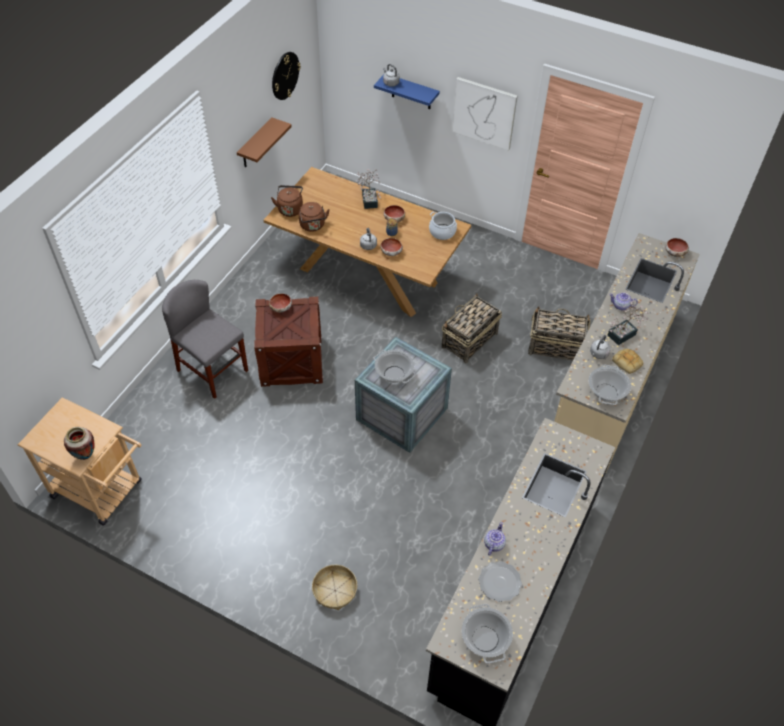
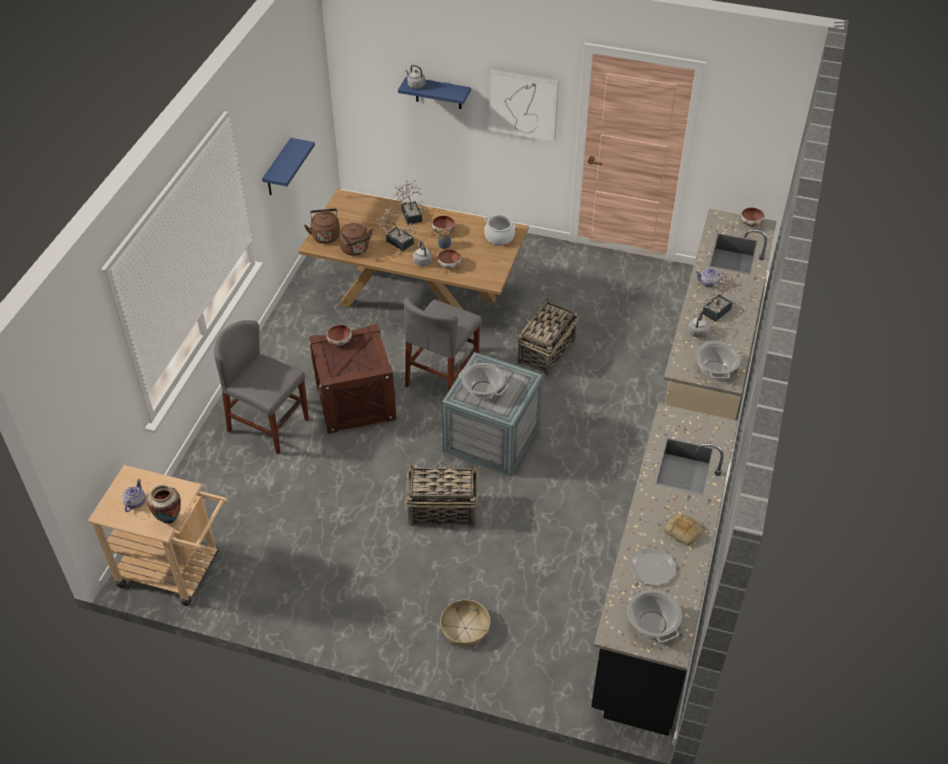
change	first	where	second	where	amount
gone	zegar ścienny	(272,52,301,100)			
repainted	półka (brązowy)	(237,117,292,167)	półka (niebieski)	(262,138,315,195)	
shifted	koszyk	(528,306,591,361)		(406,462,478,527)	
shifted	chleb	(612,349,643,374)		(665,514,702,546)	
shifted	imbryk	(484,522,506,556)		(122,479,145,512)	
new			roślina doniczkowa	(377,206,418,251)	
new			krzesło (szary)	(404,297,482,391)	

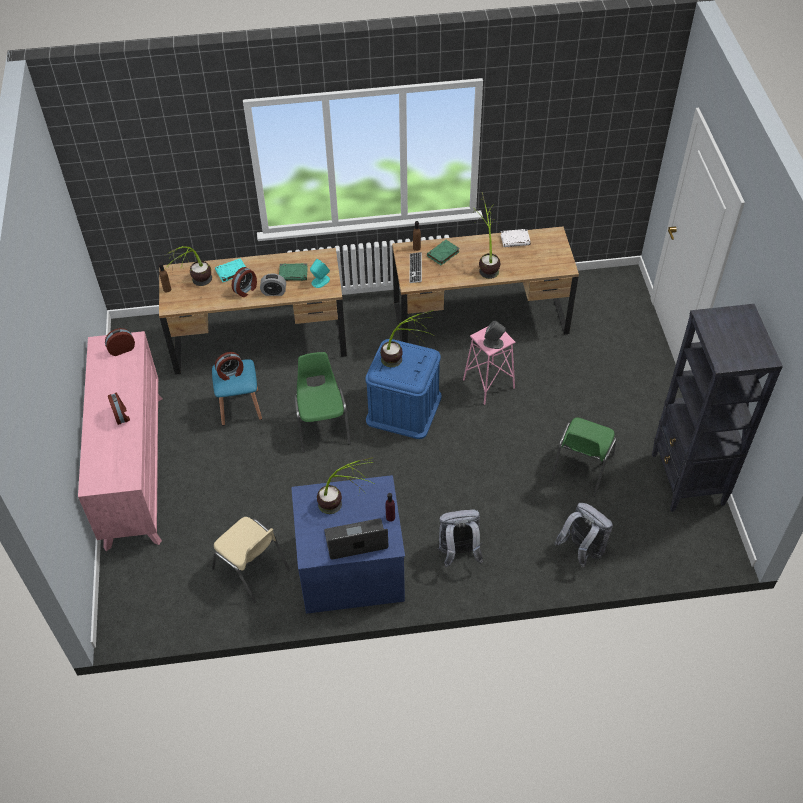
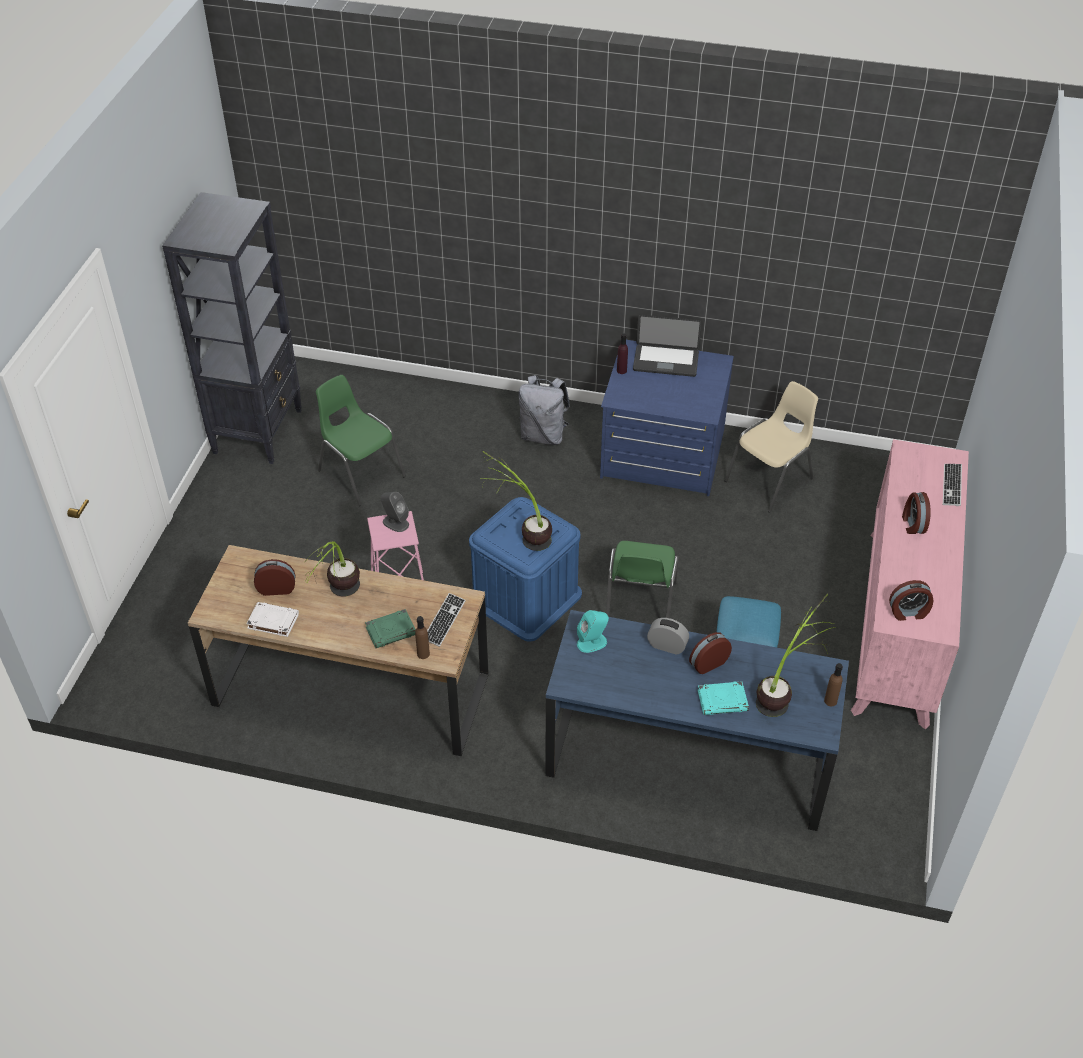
change	first	where	second	where	amount
repainted	biurko (brązowy)	(159,248,347,375)	biurko (niebieski)	(545,610,849,831)	
gone	książka (zielony)	(279,263,308,281)			
shifted	budzik	(215,352,243,381)		(254,559,295,596)	
rotated	krzesło (zielony)	(551,418,617,496)		(316,375,406,506)	90 degrees counterclockwise
gone	roślina doniczkowa	(317,457,375,514)			
gone	plecak (szary)	(555,503,613,568)			
rotated	krzesło (beżowy)	(212,517,290,603)		(725,381,818,513)	75 degrees clockwise
new			klawiatura	(943,464,962,506)	

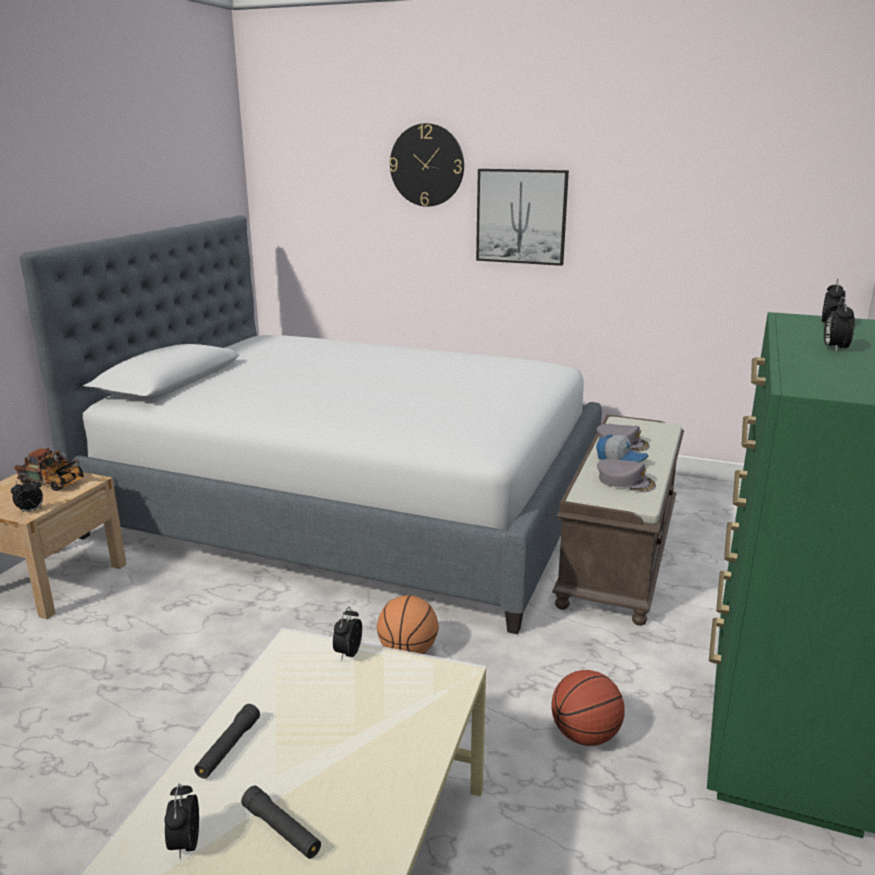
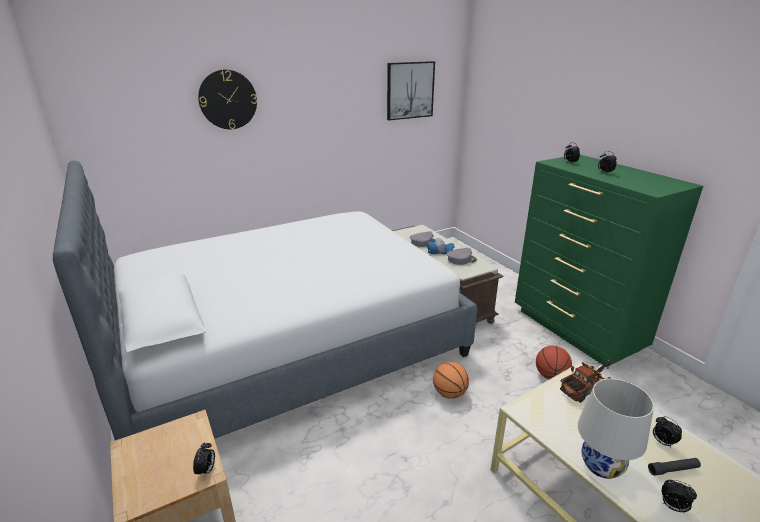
change	first	where	second	where	amount
shifted	obraz	(476,169,569,266)		(387,61,435,120)	
shifted	ciężarówka zabawkowa	(14,448,84,491)		(560,359,611,403)	
shifted	budzik	(333,607,362,661)		(653,416,682,448)	
swapped	latarka (czarny)	(194,704,260,779)	lampa stołowa (biały)	(578,378,654,479)	

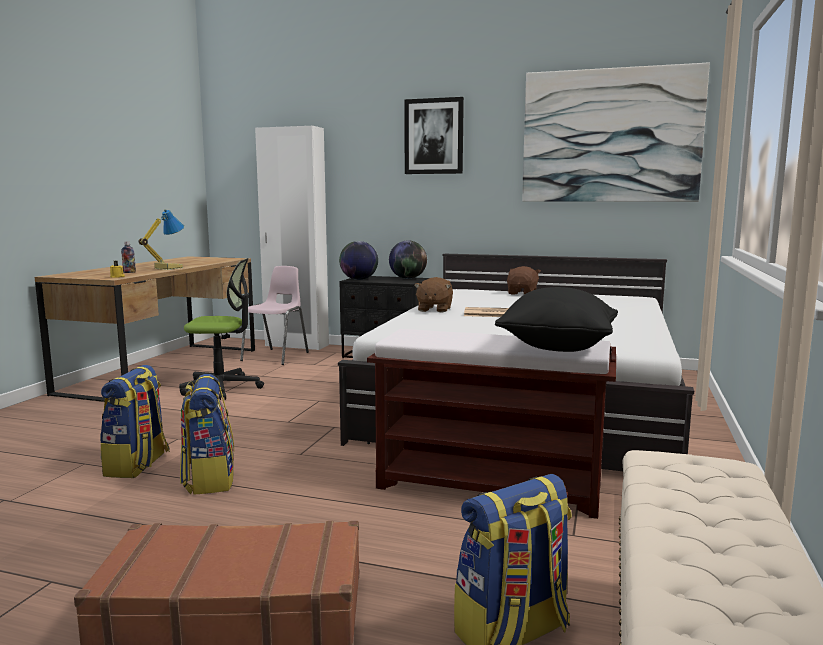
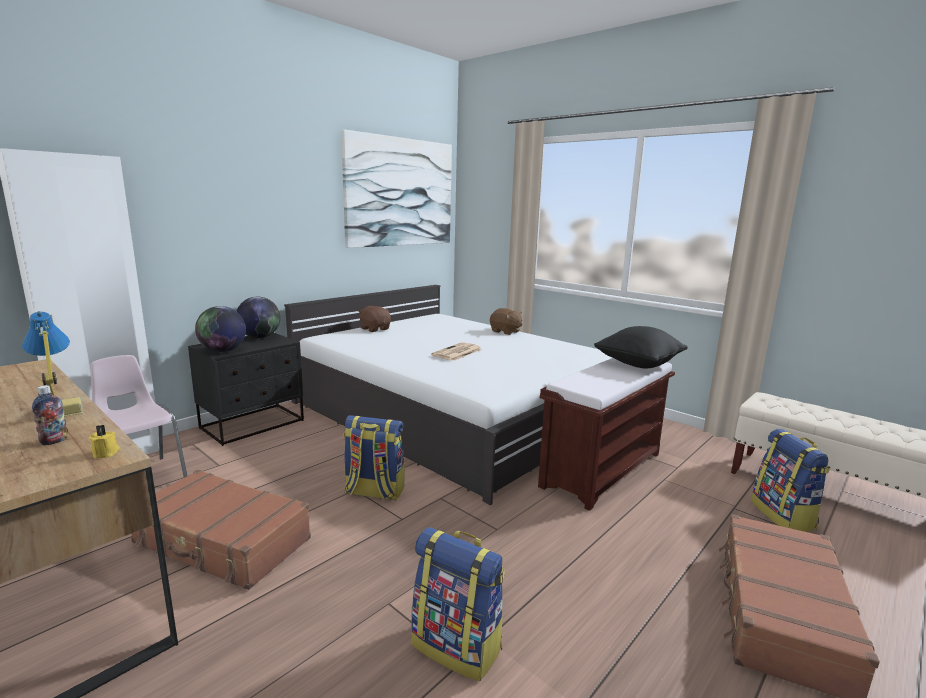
change	first	where	second	where	amount
gone	obraz	(405,97,464,174)			
swapped	krzesło biurowe	(179,258,264,400)	walizka (brązowy)	(131,469,311,590)	
shifted	pluszak (brązowy)	(414,277,453,312)		(490,308,522,335)	
shifted	plecak	(180,374,234,495)		(343,415,405,501)	

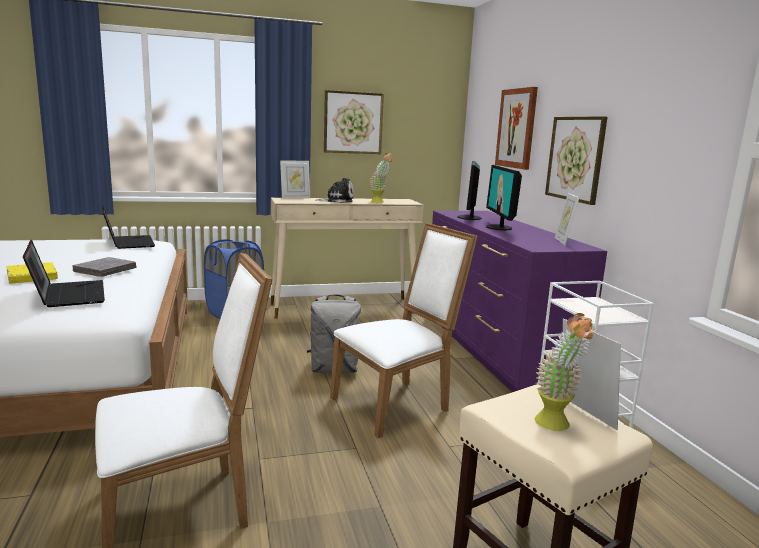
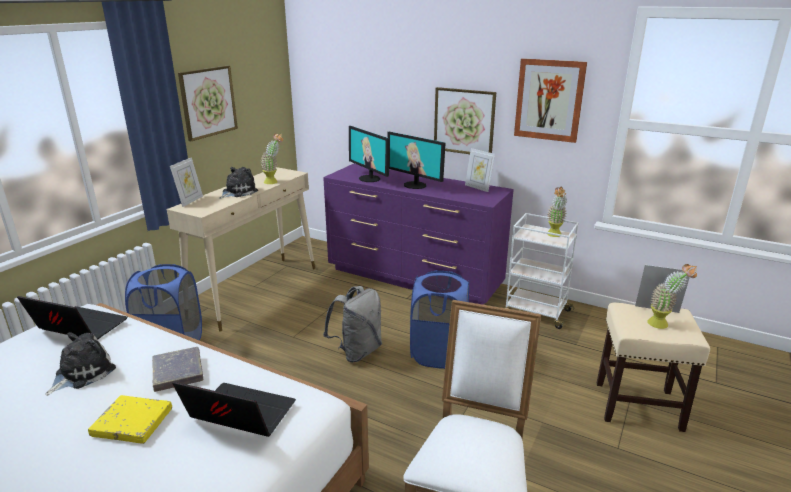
change	first	where	second	where	amount
shifted	obraz	(495,87,538,170)		(514,58,587,143)	
swapped	krzesło (biały)	(330,223,478,438)	kosz na pranie (niebieski)	(410,270,469,369)	
new			roślina doniczkowa	(547,187,567,237)	
new			pluszak	(45,332,116,396)	

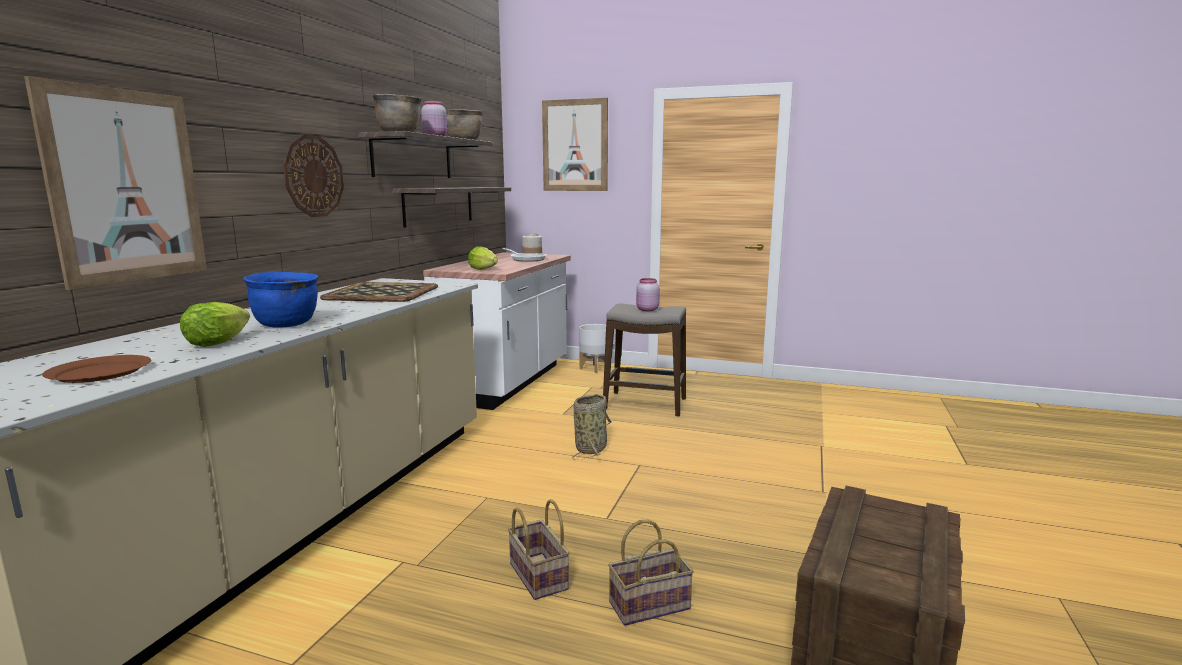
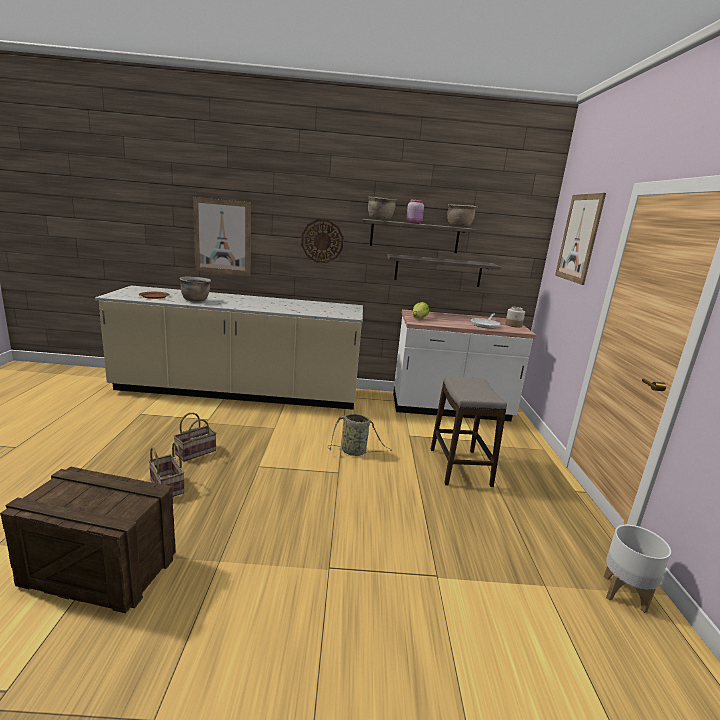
change	first	where	second	where	amount
gone	garnek (niebieski)	(244,272,319,327)			
gone	słoik (różowy)	(636,278,660,311)			
gone	taca	(320,282,438,302)			
swapped	sałata	(180,302,250,347)	garnek (brązowy)	(179,276,211,302)	
shifted	donica (biały)	(580,324,606,373)		(604,525,671,613)	

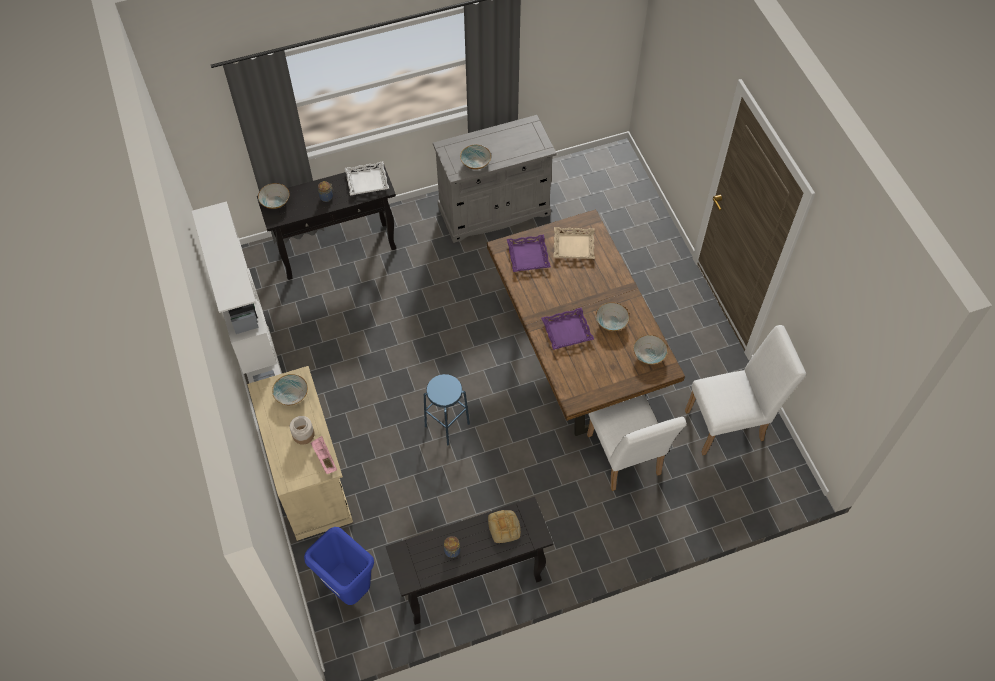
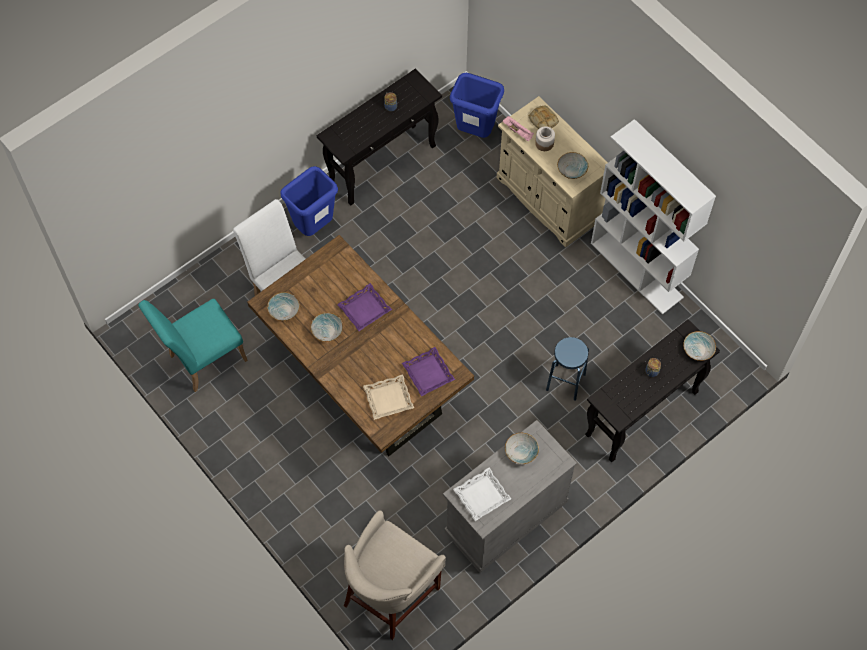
change	first	where	second	where	amount
shifted	taca (biały)	(345,161,389,195)		(453,468,511,521)	
repainted	krzesło (biały)	(685,325,806,455)	krzesło (turkusowy)	(138,299,248,392)	
shifted	stołek (niebieski)	(424,374,470,445)		(546,337,589,401)	
shifted	chleb	(488,510,521,543)		(529,105,559,129)	
new			kosz na śmieci (niebieski)	(280,166,338,236)	
new			stołek (beżowy)	(344,510,446,640)	

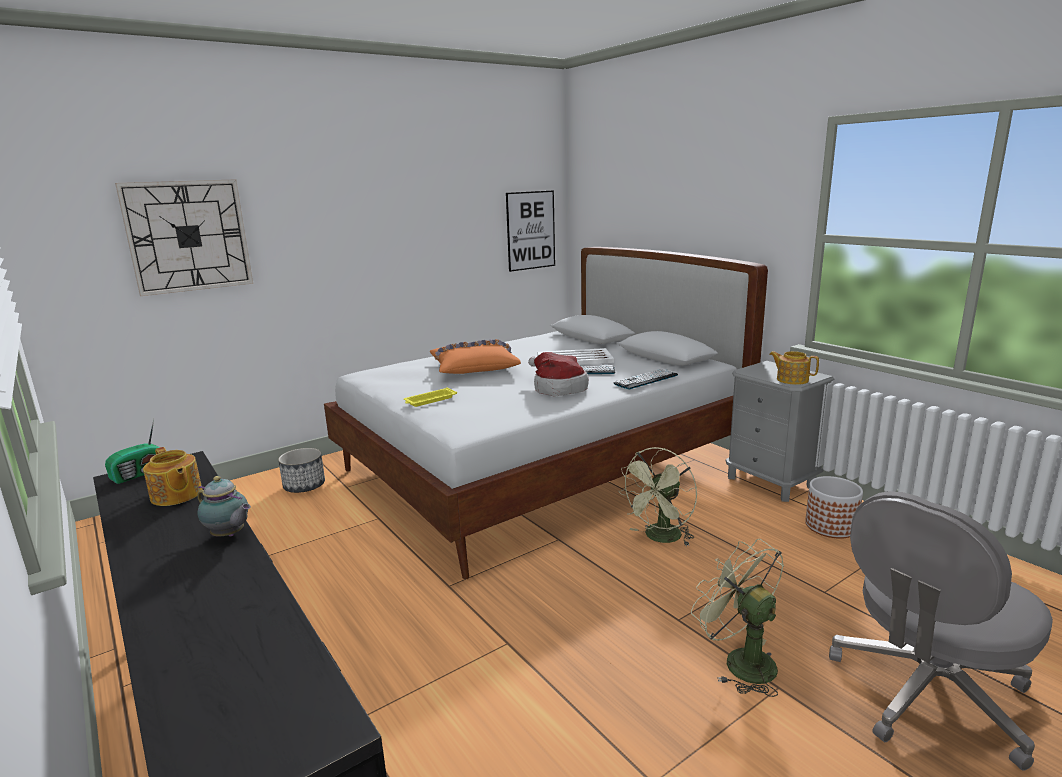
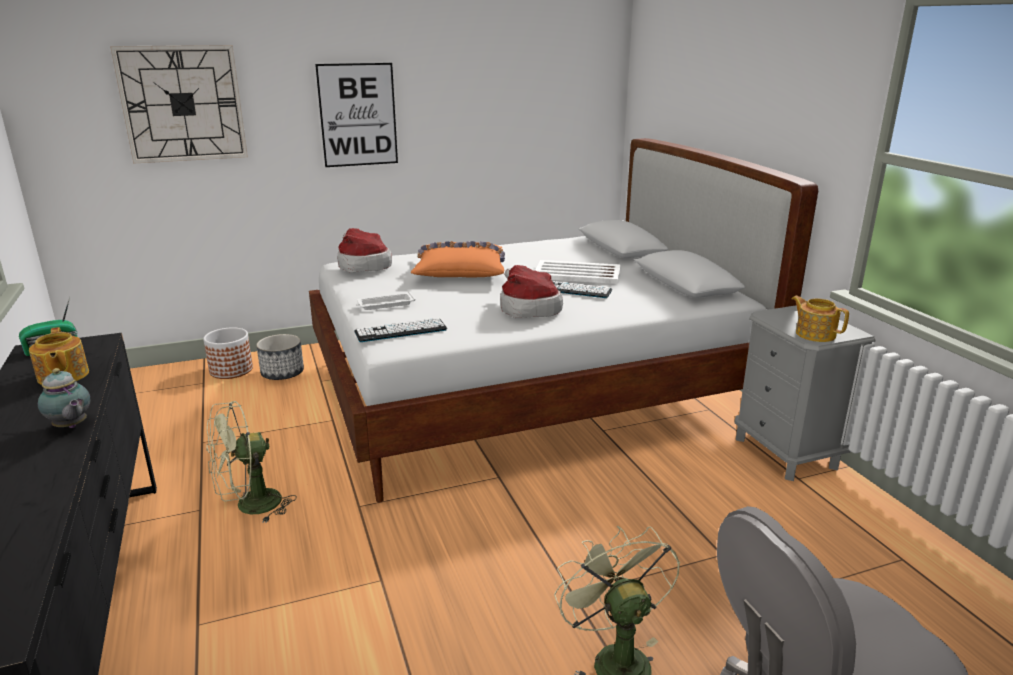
change	first	where	second	where	amount
shifted	obraz	(506,190,555,272)		(315,63,398,167)	
shifted	klawiatura	(614,368,678,389)		(354,318,447,342)	
repainted	taca (żółty)	(404,387,457,407)	taca (biały)	(356,292,416,310)	
shifted	wentylator (zielony)	(618,447,697,546)		(206,401,297,523)	
shifted	donica	(805,476,863,539)		(203,327,253,379)	
new			kapelusz	(337,228,392,273)	

